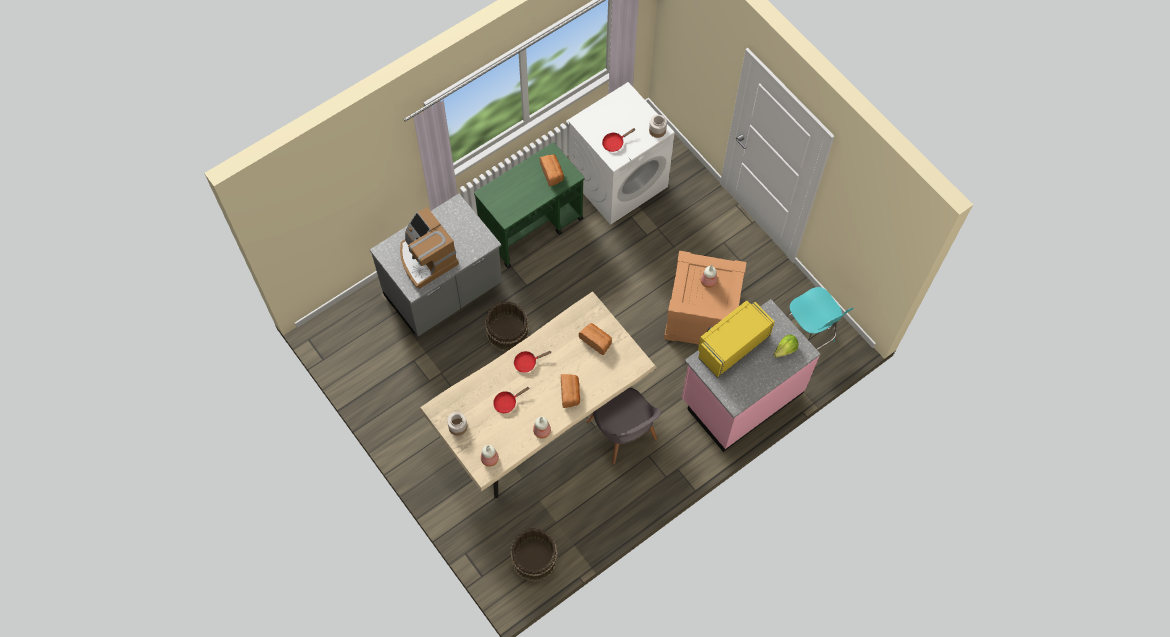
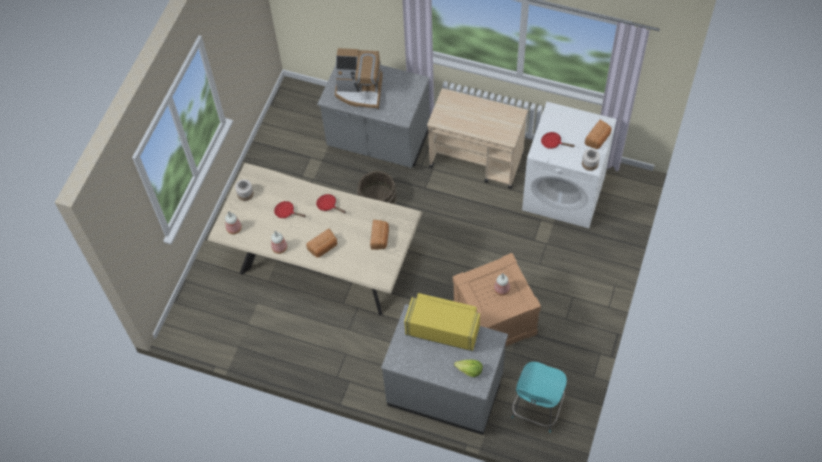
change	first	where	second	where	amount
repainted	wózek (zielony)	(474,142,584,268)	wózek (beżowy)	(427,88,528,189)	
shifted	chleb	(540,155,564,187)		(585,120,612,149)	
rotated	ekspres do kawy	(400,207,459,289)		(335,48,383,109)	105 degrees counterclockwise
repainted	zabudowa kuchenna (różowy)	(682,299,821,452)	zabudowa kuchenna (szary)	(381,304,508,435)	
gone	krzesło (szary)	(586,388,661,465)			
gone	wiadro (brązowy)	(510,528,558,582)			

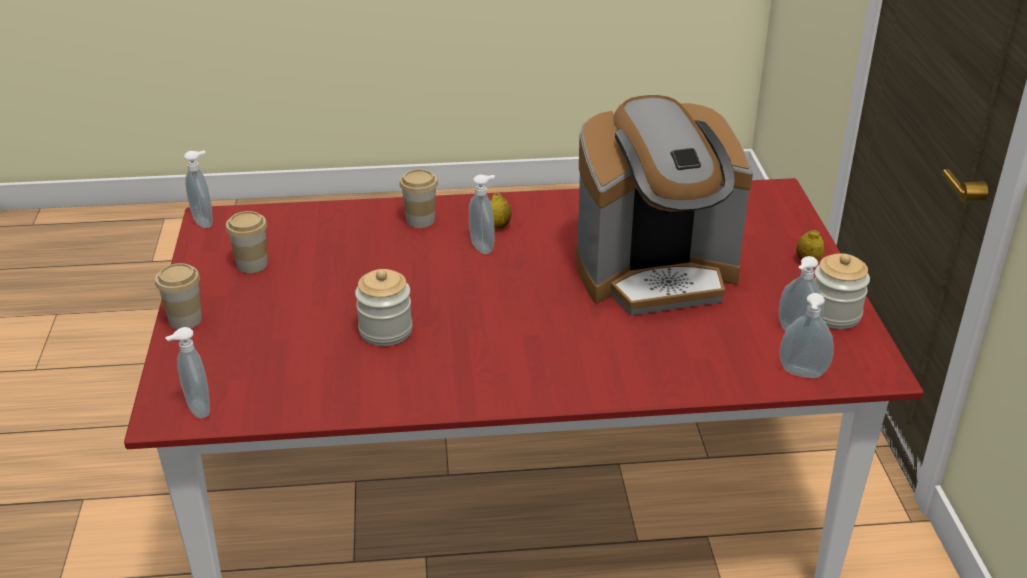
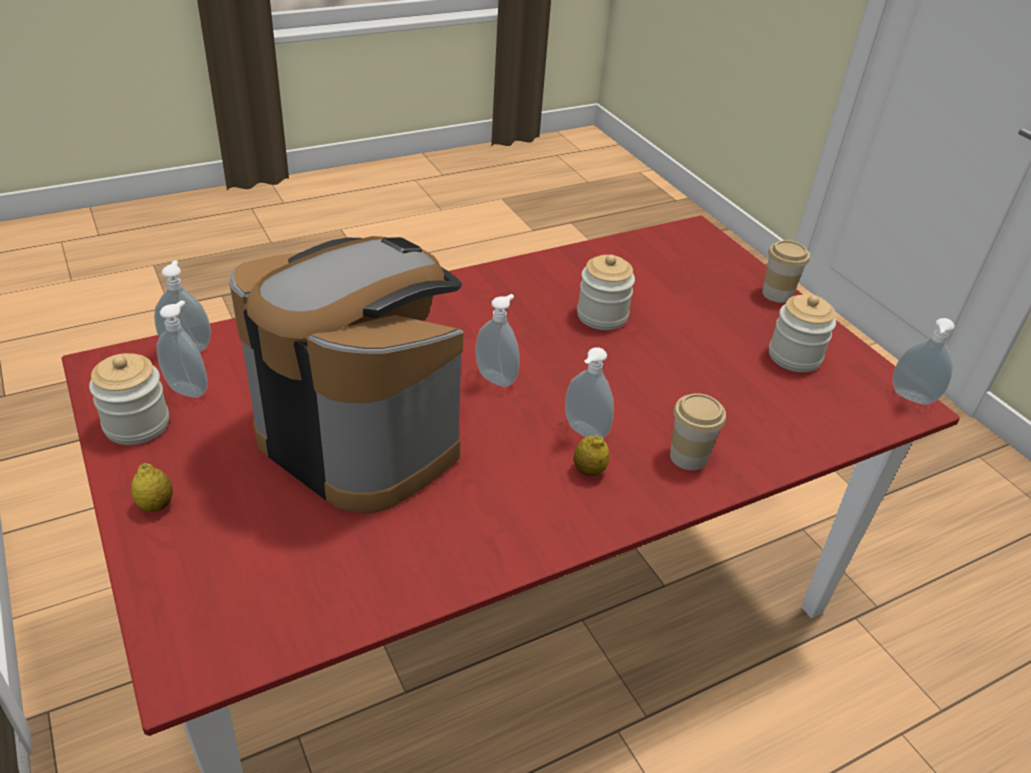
change	first	where	second	where	amount
rotated	ekspres do kawy	(576,95,753,315)		(229,236,464,513)	75 degrees clockwise
swapped	filiżanka	(226,211,268,273)	słoik	(769,294,836,372)	
shifted	dozownik mydła	(165,327,210,418)		(475,294,520,387)	

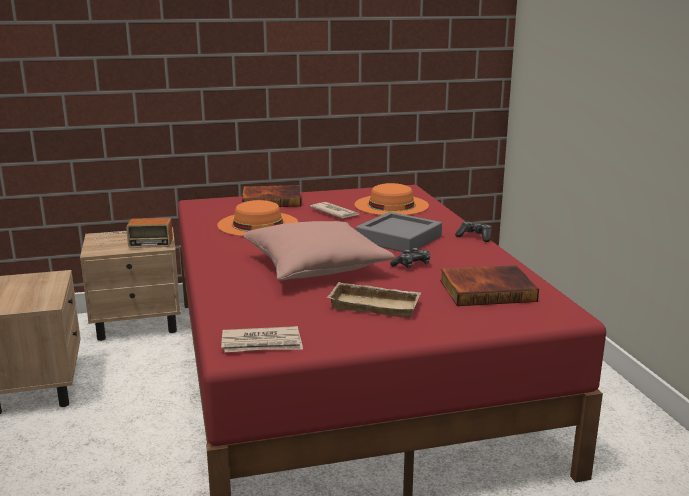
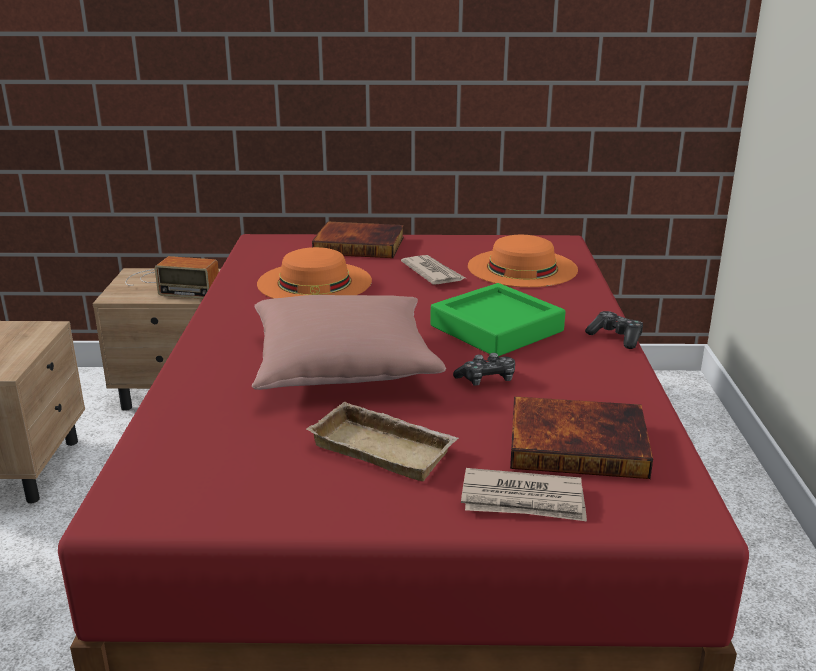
change	first	where	second	where	amount
repainted	taca (szary)	(356,212,442,253)	taca (zielony)	(430,283,566,356)	
shifted	gazeta	(221,326,303,352)		(461,468,587,521)	

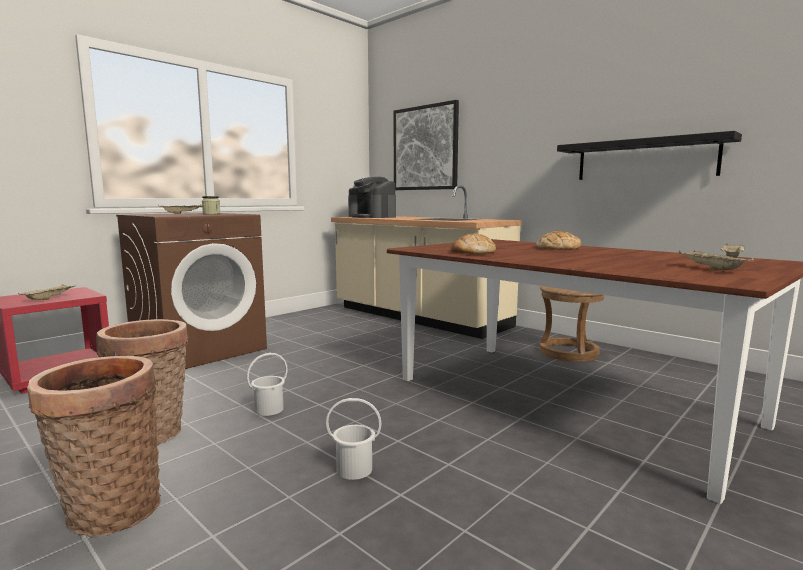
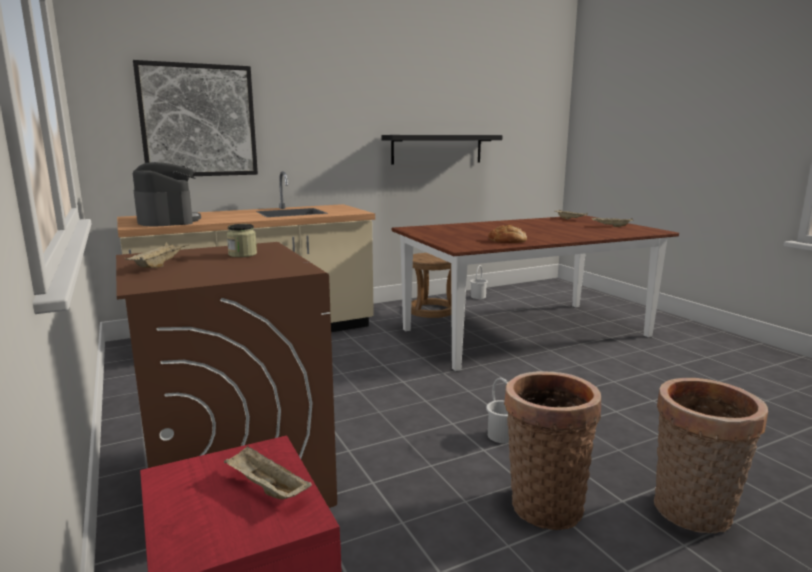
change	first	where	second	where	amount
rotated	ekspres do kawy	(348,177,396,218)		(133,162,201,226)	90 degrees counterclockwise
gone	chleb	(536,231,581,250)			
shifted	wiadro (biały)	(326,398,381,480)		(470,265,488,299)	

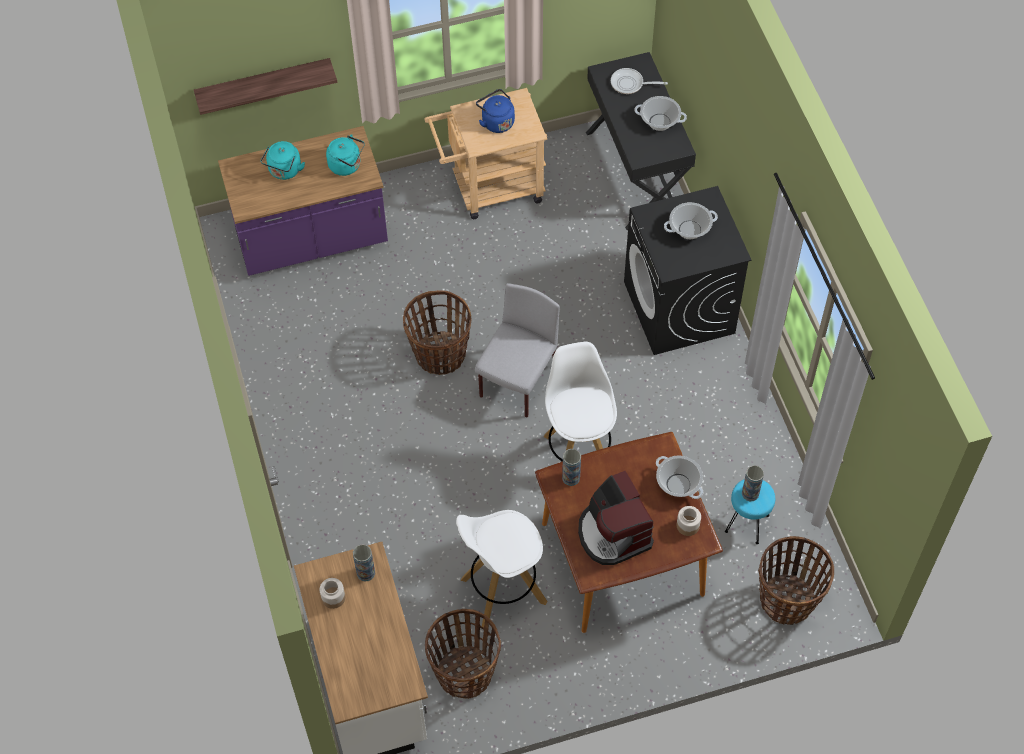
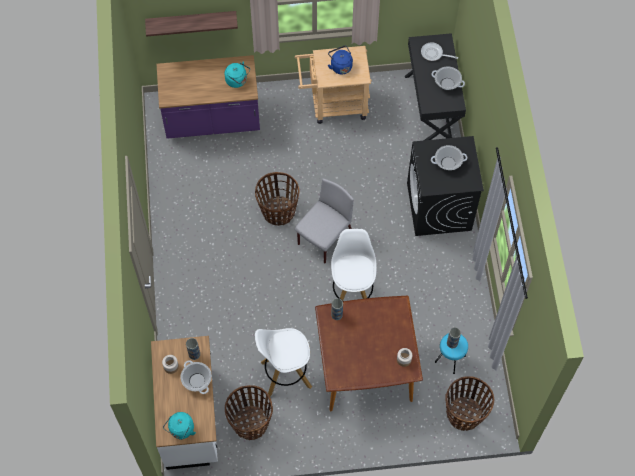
change	first	where	second	where	amount
shifted	czajnik (turkusowy)	(261,141,305,180)		(163,412,196,440)	
shifted	garnek	(656,455,703,499)		(181,360,212,394)	
gone	ekspres do kawy	(578,471,654,565)			

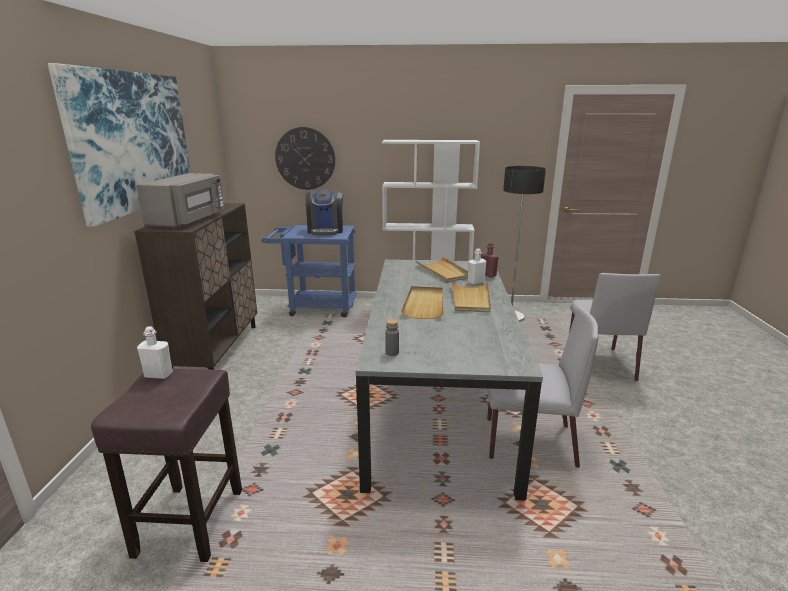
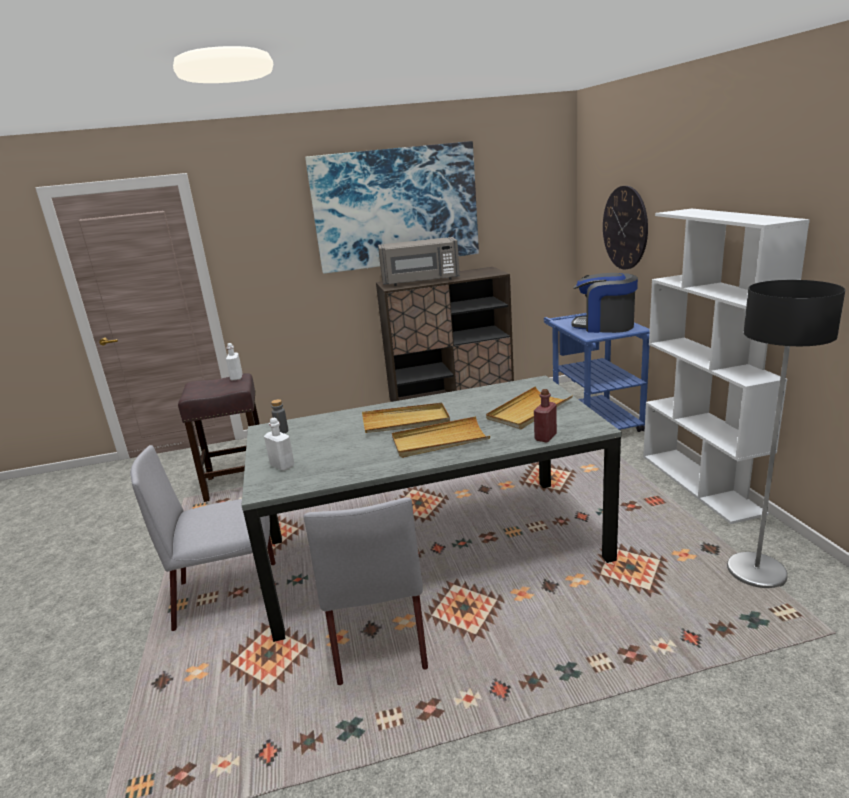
change	first	where	second	where	amount
rotated	ekspres do kawy	(305,189,343,235)		(571,273,638,333)	45 degrees clockwise
shifted	butelka (biały)	(468,249,486,285)		(264,418,294,471)	
shifted	krzesło (szary)	(569,273,661,381)		(130,445,276,631)	

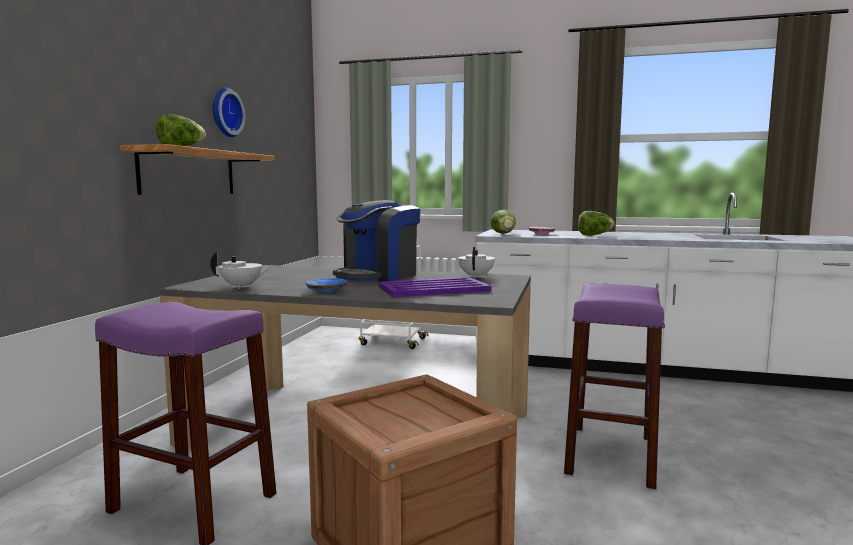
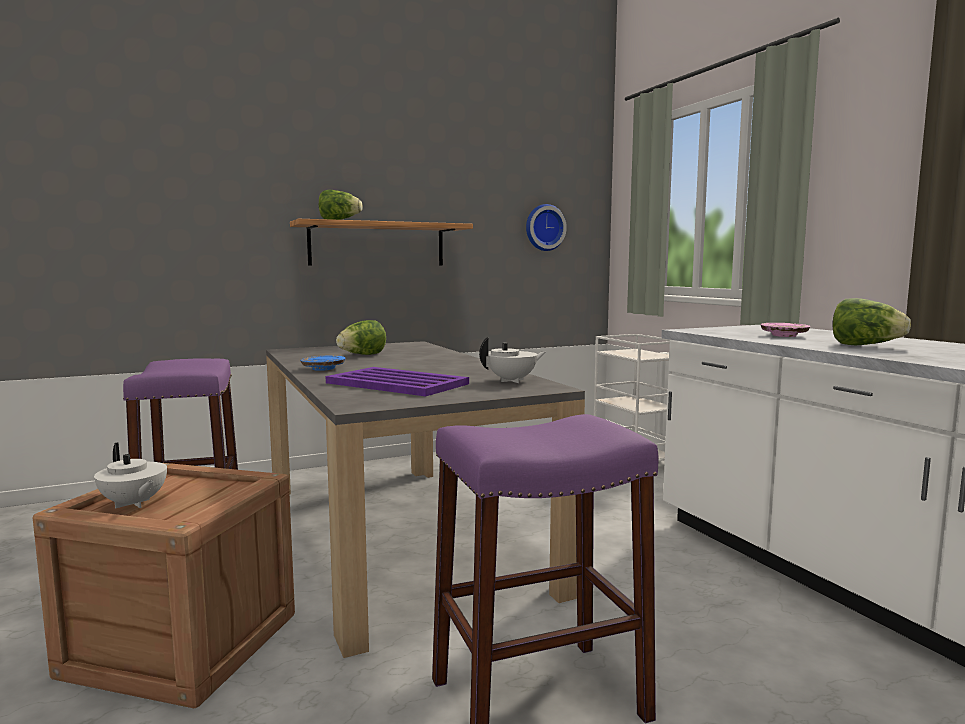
change	first	where	second	where	amount
shifted	zegar ścienny	(213,88,245,137)		(526,204,567,251)	
gone	ekspres do kawy	(333,200,421,282)			
shifted	sałata	(491,210,516,234)		(336,320,386,355)	
shifted	imbryk (biały)	(210,252,274,289)		(94,442,167,508)	

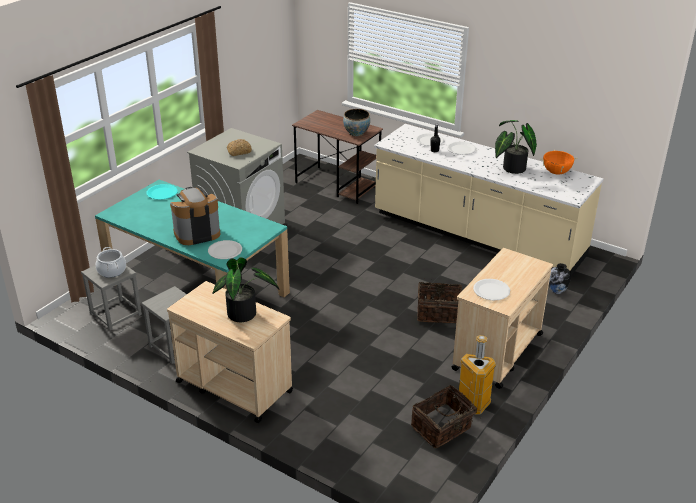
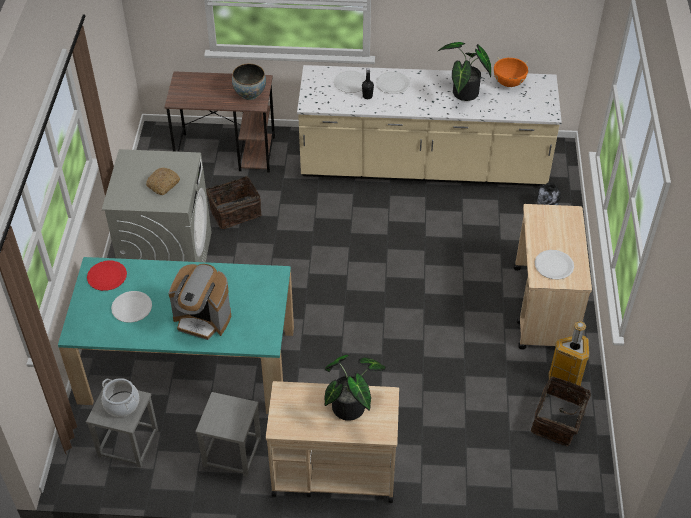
change	first	where	second	where	amount
repainted	talerz (turkusowy)	(146,184,178,200)	talerz (czerwony)	(87,261,127,291)	
rotated	ekspres do kawy	(170,187,220,245)		(168,264,231,340)	105 degrees counterclockwise
shifted	talerz (biały)	(208,240,242,259)		(111,291,152,323)	
shifted	koszyk	(417,278,462,323)		(206,176,262,229)	

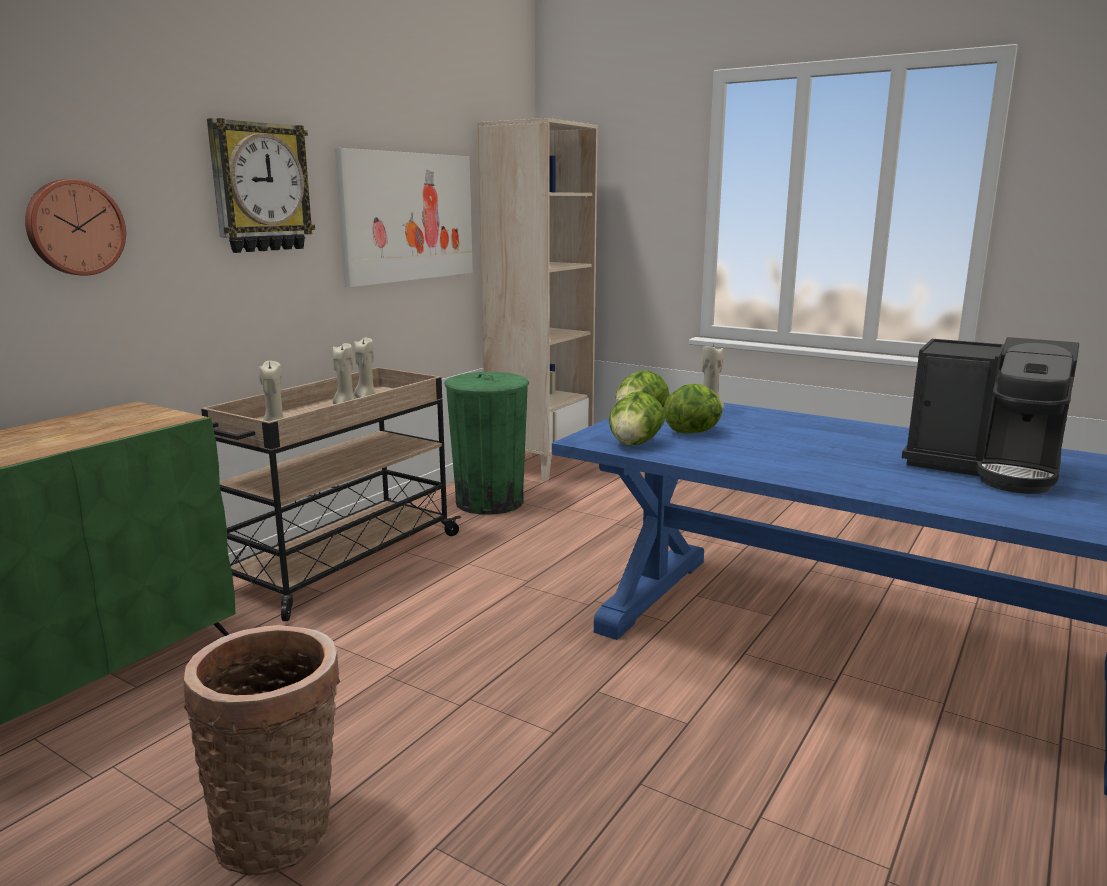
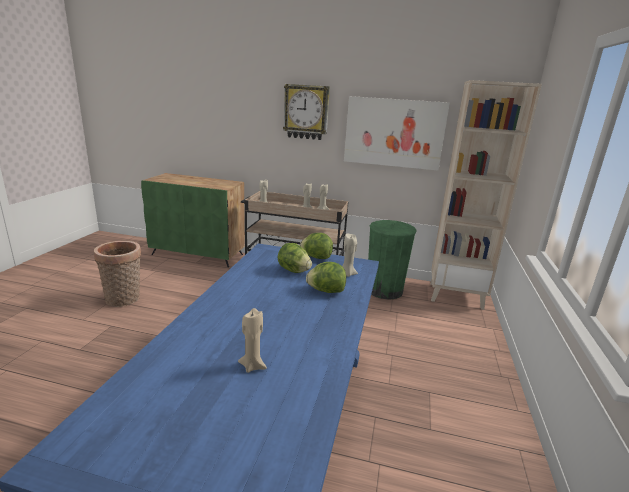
change	first	where	second	where	amount
gone	zegar ścienny	(25,179,126,276)			
swapped	ekspres do kawy	(902,337,1079,494)	świeca (beżowy)	(238,308,267,373)	
shifted	sałata	(609,391,665,446)		(306,262,346,293)	

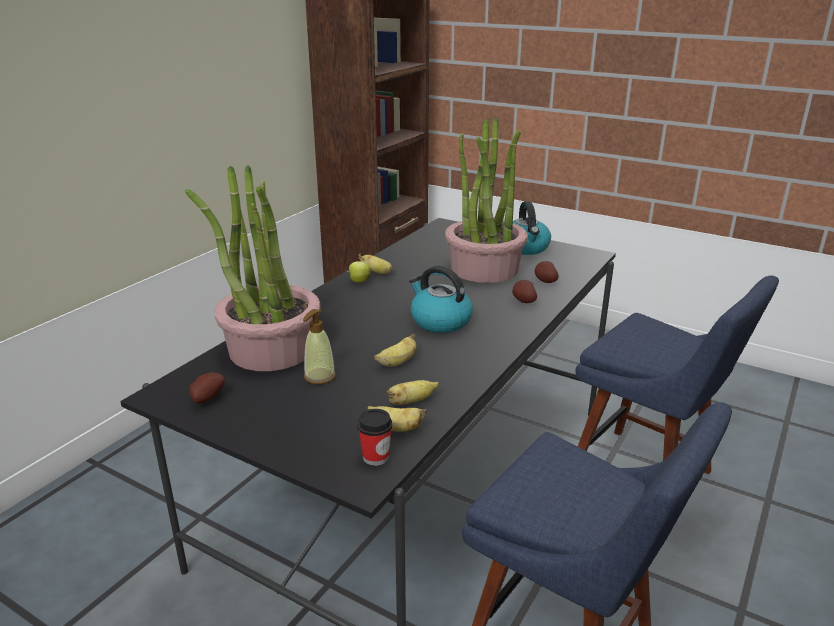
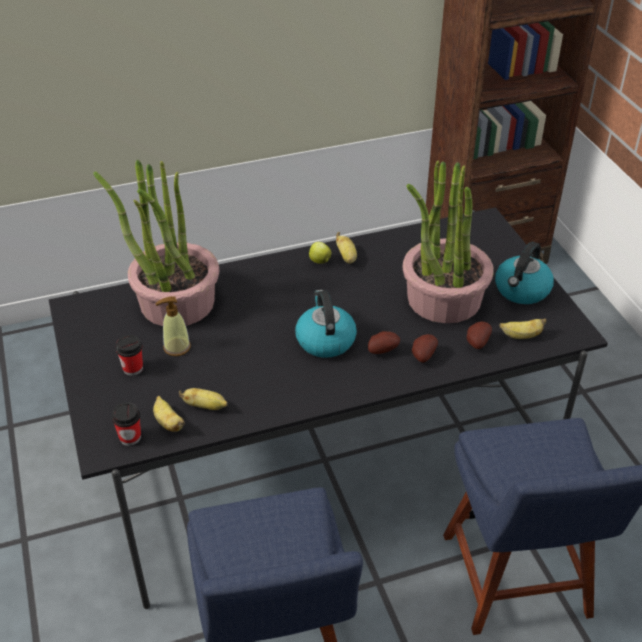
change	first	where	second	where	amount
shifted	banan	(374,334,417,367)		(500,319,547,339)	
shifted	ziemniak	(189,372,225,404)		(368,331,400,354)	
new			filiżanka	(116,335,143,376)	

